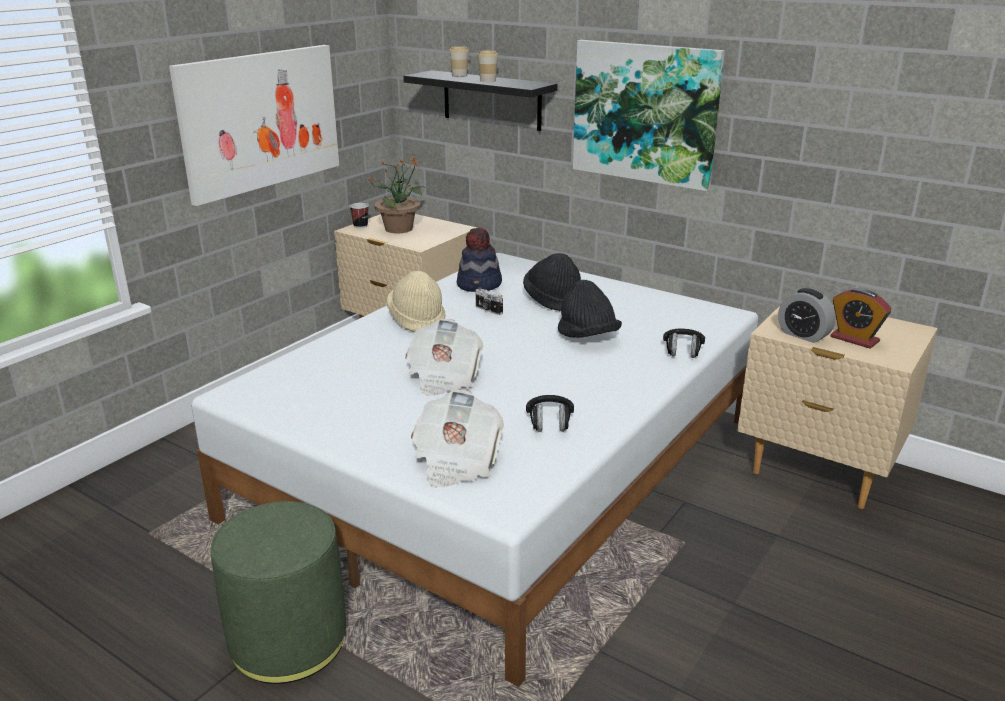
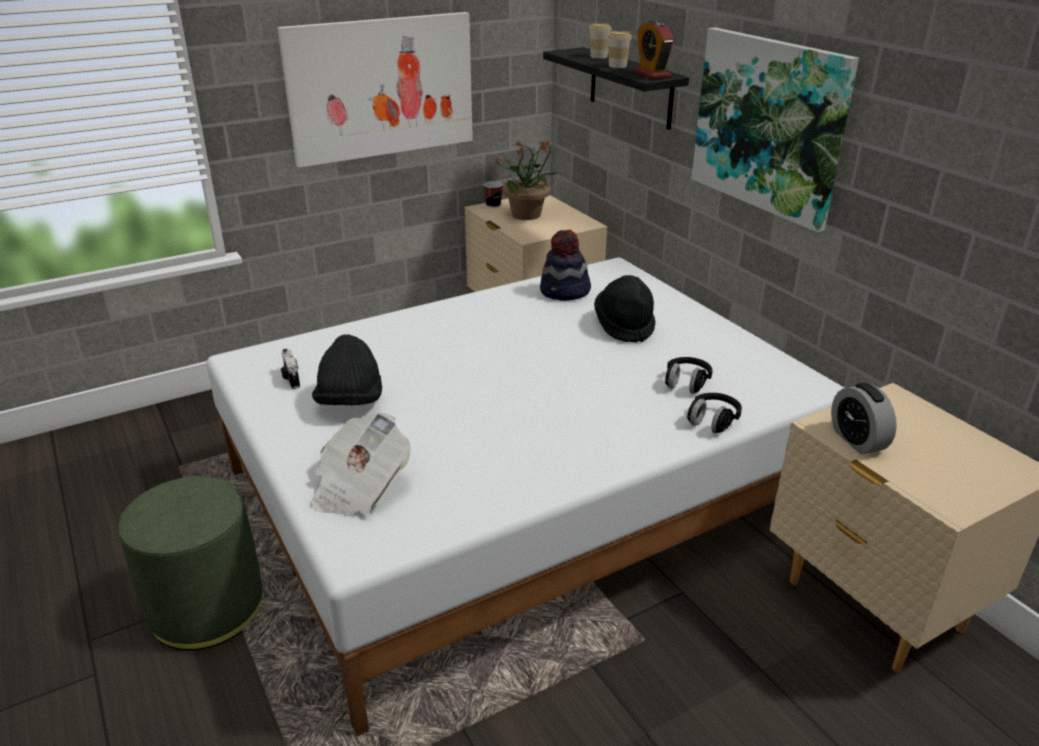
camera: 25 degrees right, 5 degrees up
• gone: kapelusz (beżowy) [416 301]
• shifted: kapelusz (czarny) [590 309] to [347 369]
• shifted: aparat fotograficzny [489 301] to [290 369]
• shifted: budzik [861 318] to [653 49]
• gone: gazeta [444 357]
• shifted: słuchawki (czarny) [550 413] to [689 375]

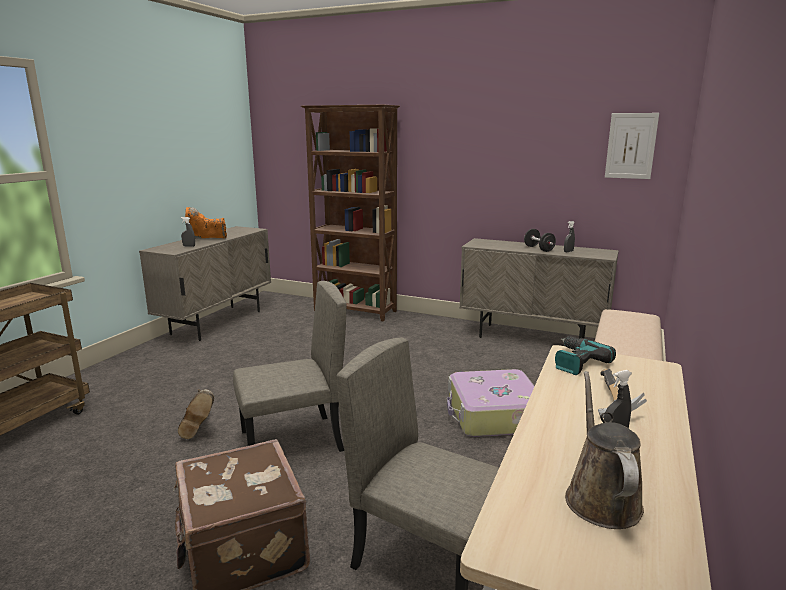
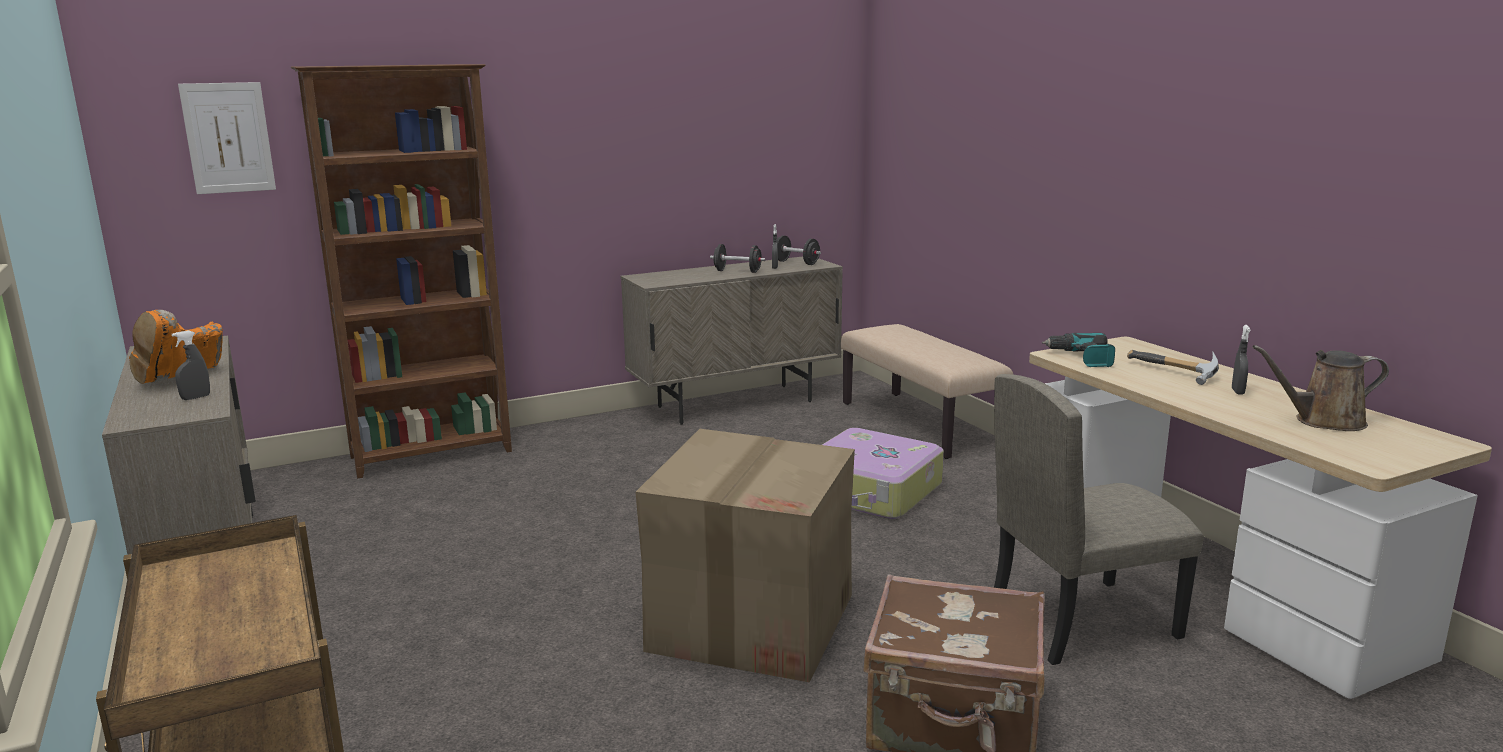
camera: 50 degrees left, 0 degrees up
• shifted: obraz [632 146] to [227 138]
• swapped: krzesło (beżowy) [289 366] to karton [745 556]
• rotated: konewka (brązowy) [604 450] = [1320 388] 45 degrees counterclockwise
• gone: but z cholewką (brązowy) [196 414]
• new: hantel (czarny) [799 250]

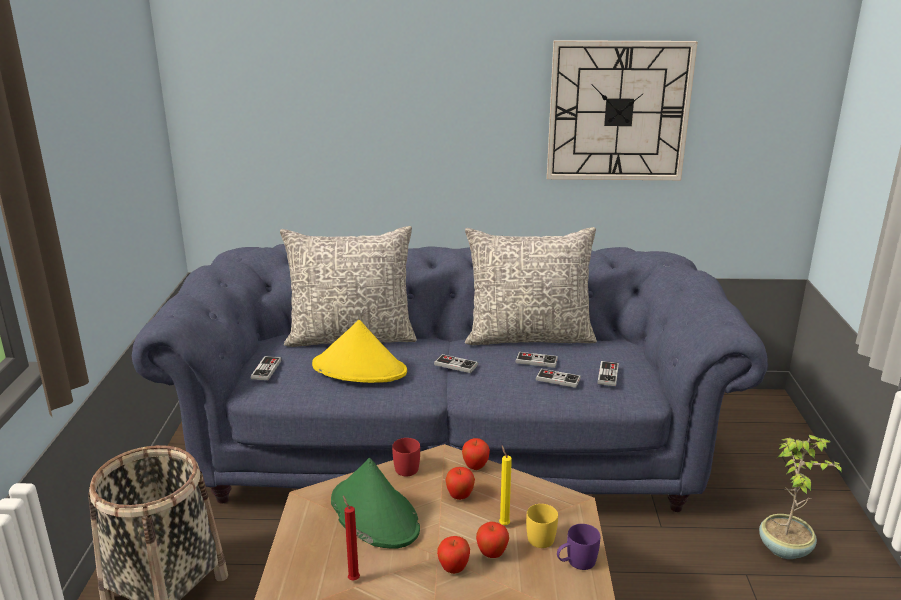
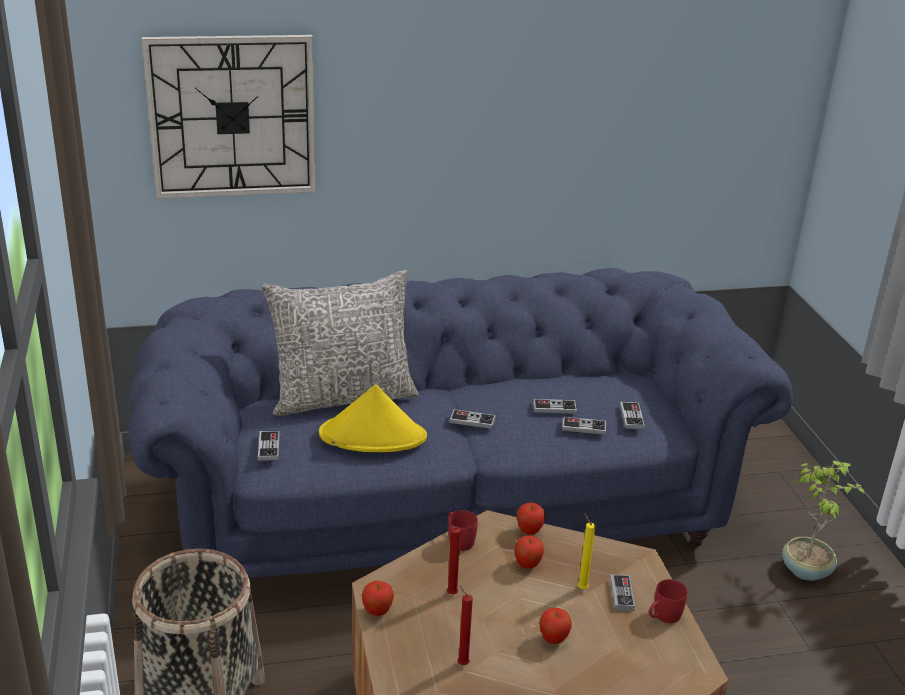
camera: 15 degrees left, 5 degrees up
• shifted: zegar ścienny [622 110] to [228 117]
• gone: poduszka (szary) [531 286]
• swapped: kapelusz (zielony) [375 503] to świeca (czerwony) [453 560]
• swapped: kubek (żółty) [542 526] to pad do gier [622 592]
• shifted: jabłko [492 539] to [378 598]
• repainted: kubek (fioletowy) [578 547] to kubek (czerwony) [668 601]

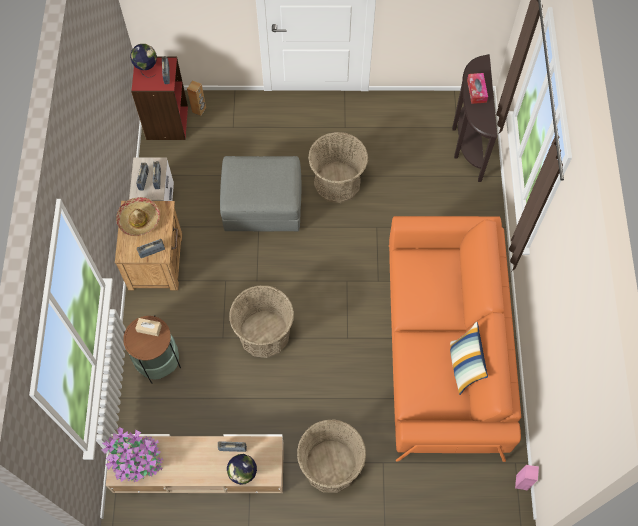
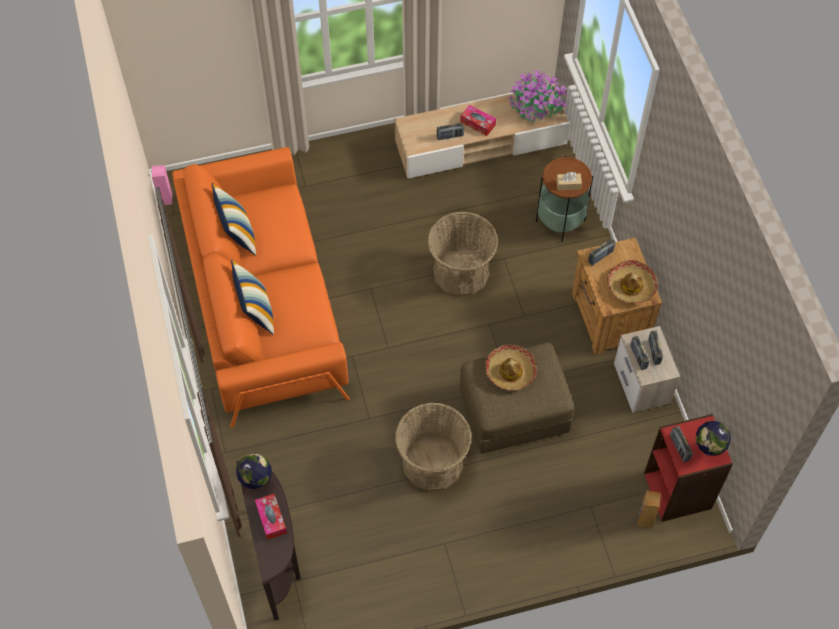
camera: 165 degrees right, 5 degrees down
• repainted: pufa (szary) [260 193] to pufa (brązowy) [517 398]
• gone: koszyk [331 456]
• shifted: globus [242 469] to [254 472]
• new: pudełko chusteczek [478 120]
• new: poduszka [252 297]
• new: kapelusz [511 367]

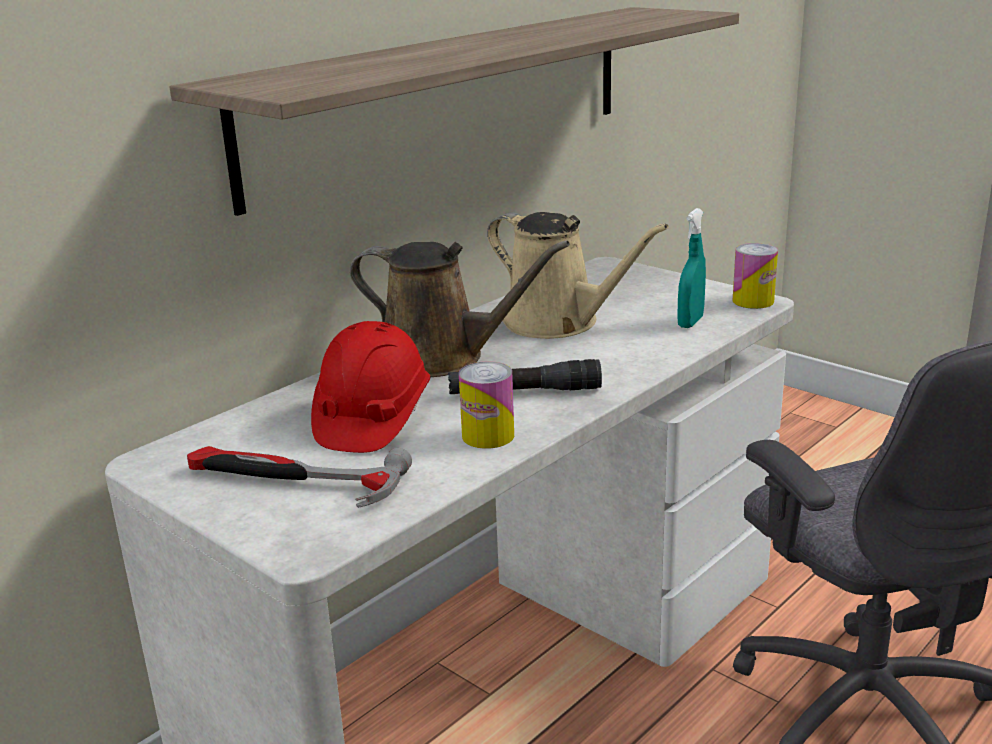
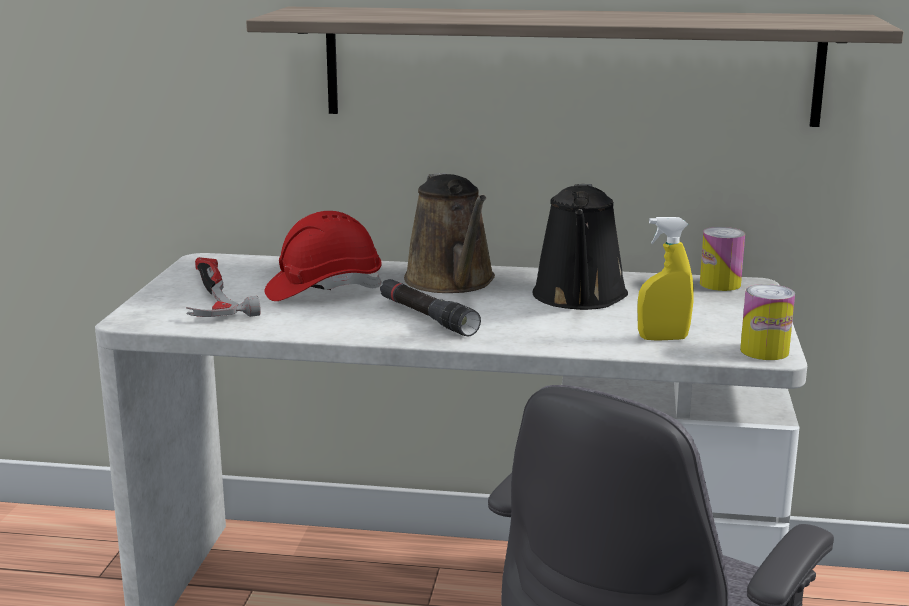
camera: 55 degrees right, 5 degrees down
• repainted: spryskiwacz (turkusowy) [692 268] to spryskiwacz (żółty) [665 279]
• repainted: konewka (beżowy) [578 275] to konewka (czarny) [580 247]
• shifted: puszka [486 405] to [722 259]

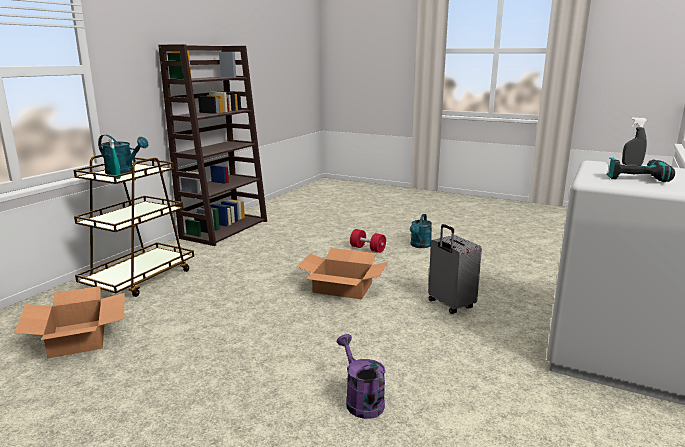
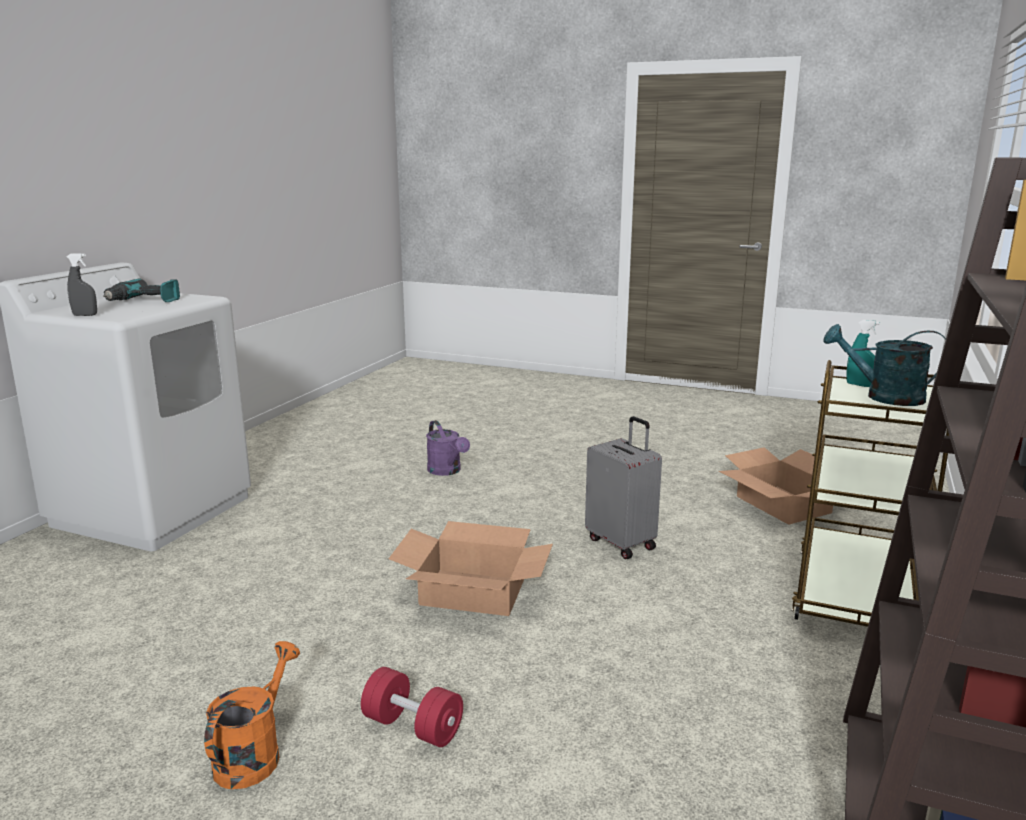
camera: 175 degrees right, 0 degrees up
• repainted: konewka (turkusowy) [421 231] to konewka (pomarańczowy) [252 715]
• shifted: walizka (szary) [455 269] to [623 487]

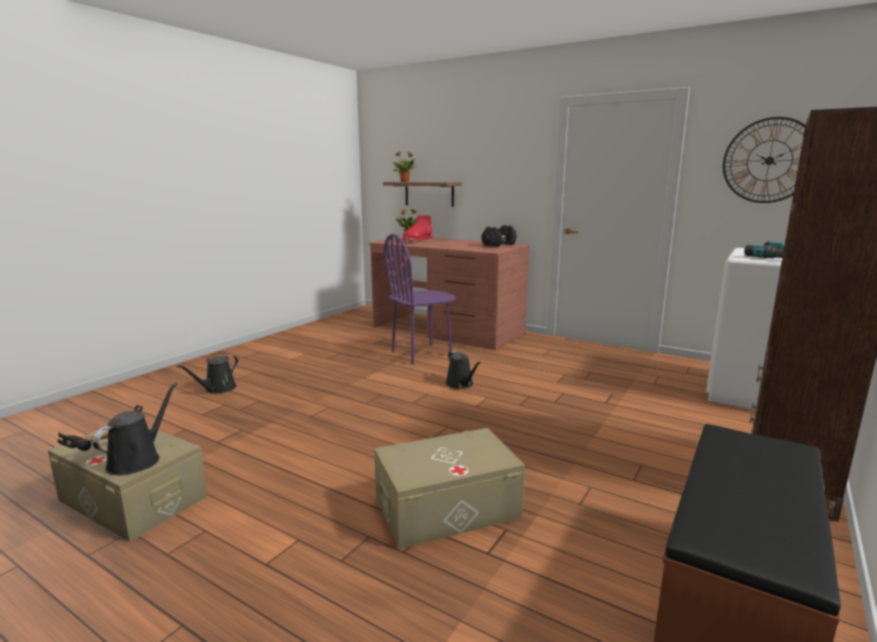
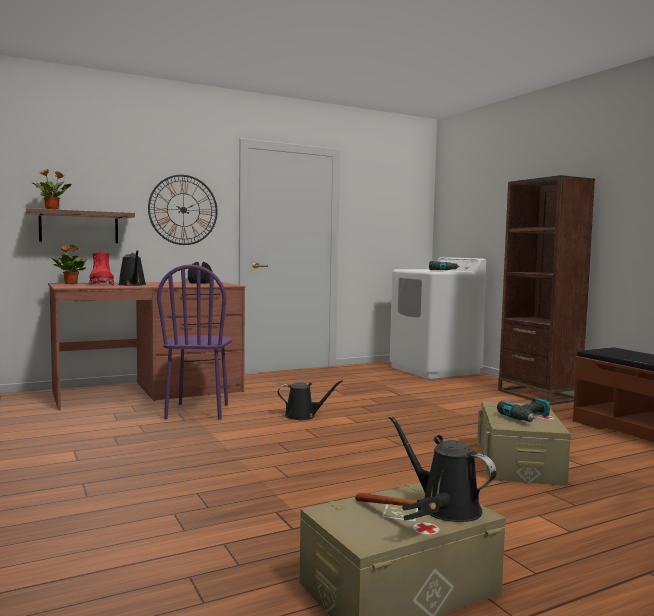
camera: 60 degrees left, 10 degrees down
• shifted: zegar ścienny [764 160] to [183 210]
• shifted: konewka (czarny) [207 374] to [132 268]
• new: wiertarka [523 410]

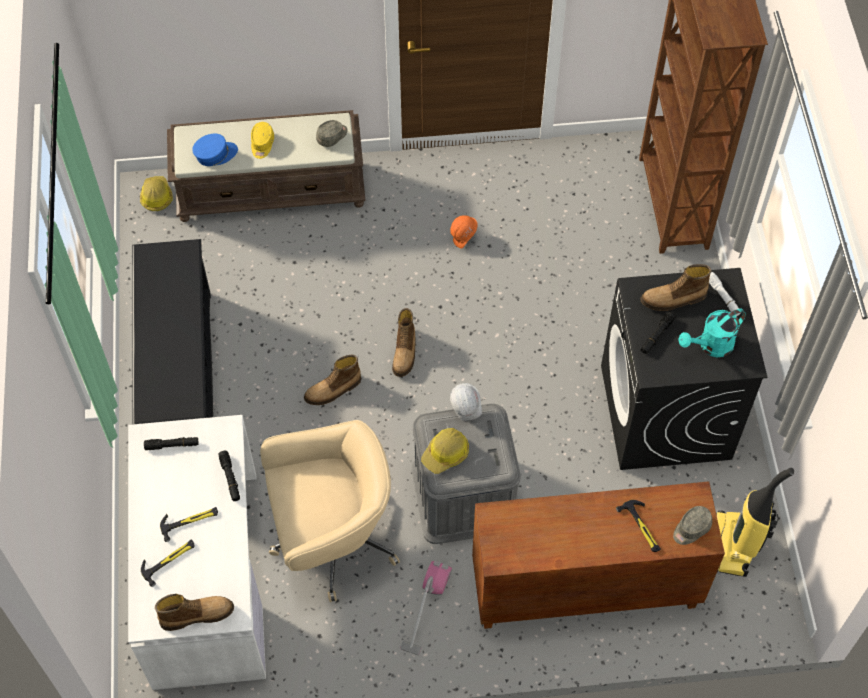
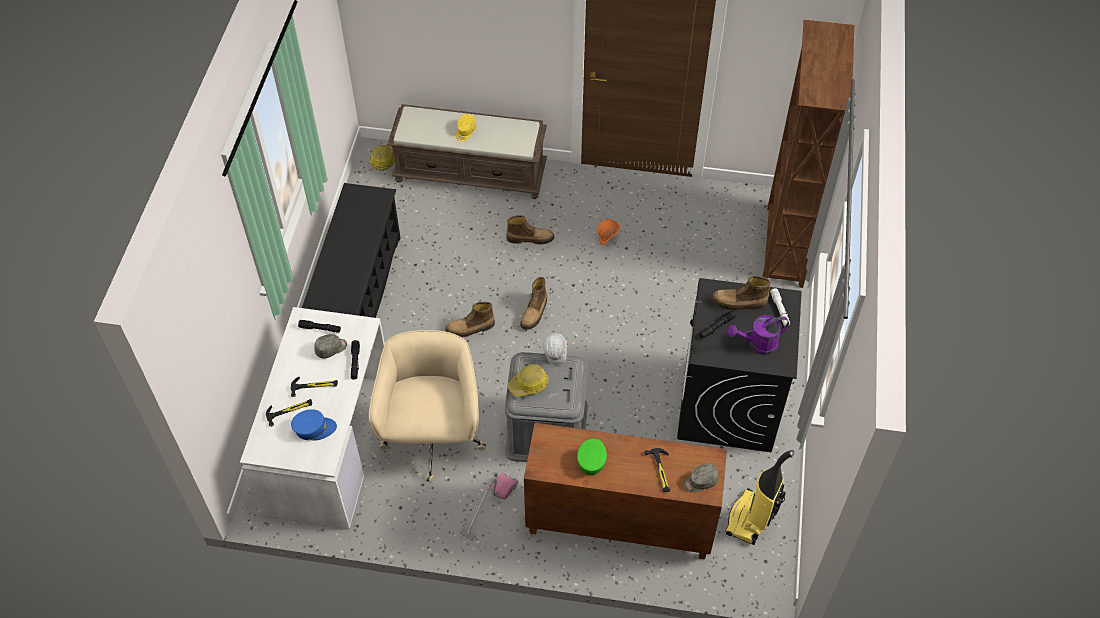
camera: 15 degrees right, 5 degrees down
• shifted: czapka z daszkiem (szary) [331 133] to [330 346]
• shifted: czapka z daszkiem (niebieski) [215 150] to [314 425]
• repainted: konewka (turkusowy) [712 333] to konewka (fioletowy) [758 335]
• rotated: krzesło biurowe (beżowy) [330 511] = [427 406] 90 degrees counterclockwise
• shifted: but z cholewką [194 612] to [530 229]
• new: czapka z daszkiem (zielony) [592 457]

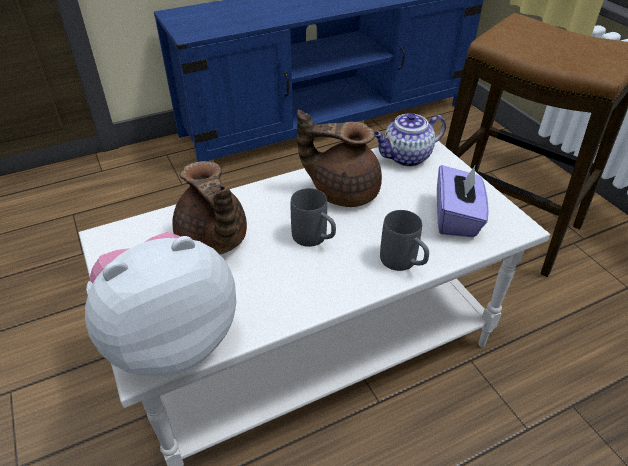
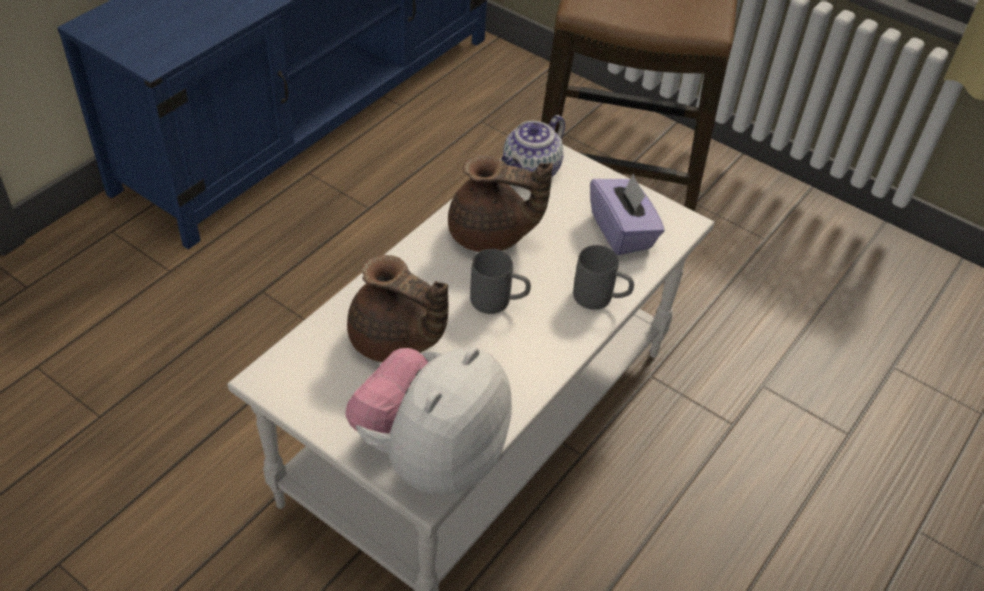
camera: 30 degrees left, 5 degrees up
• rotated: imbryk (brązowy) [339 158] = [500 203] 150 degrees counterclockwise

